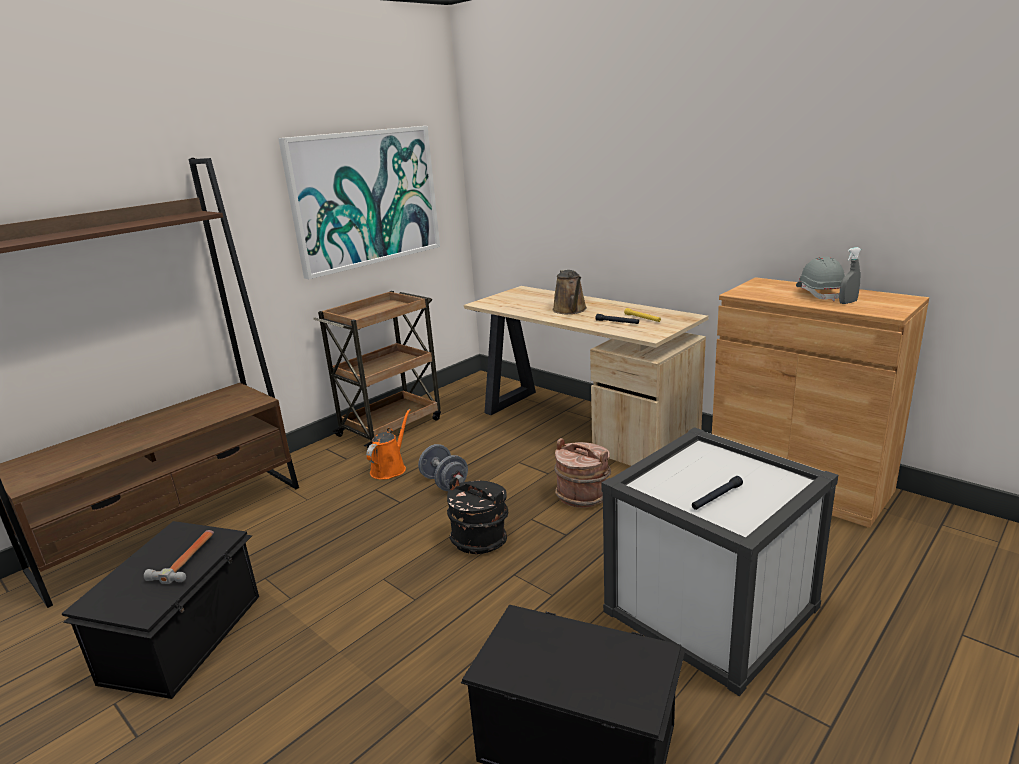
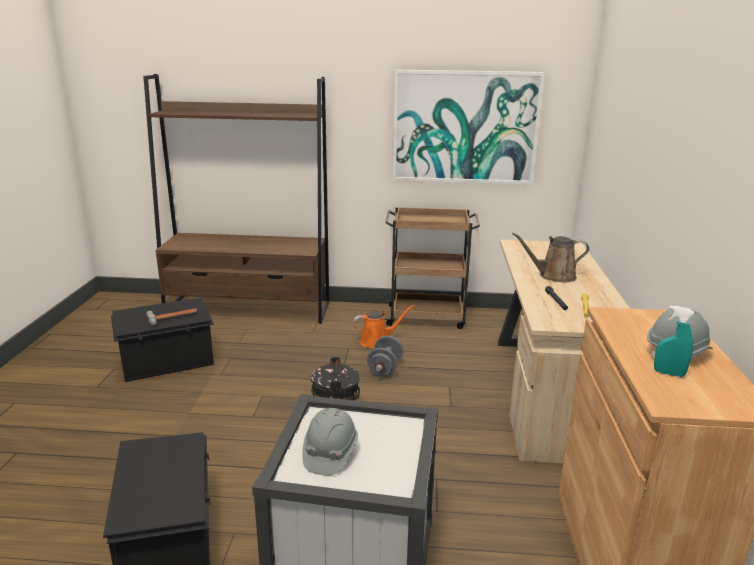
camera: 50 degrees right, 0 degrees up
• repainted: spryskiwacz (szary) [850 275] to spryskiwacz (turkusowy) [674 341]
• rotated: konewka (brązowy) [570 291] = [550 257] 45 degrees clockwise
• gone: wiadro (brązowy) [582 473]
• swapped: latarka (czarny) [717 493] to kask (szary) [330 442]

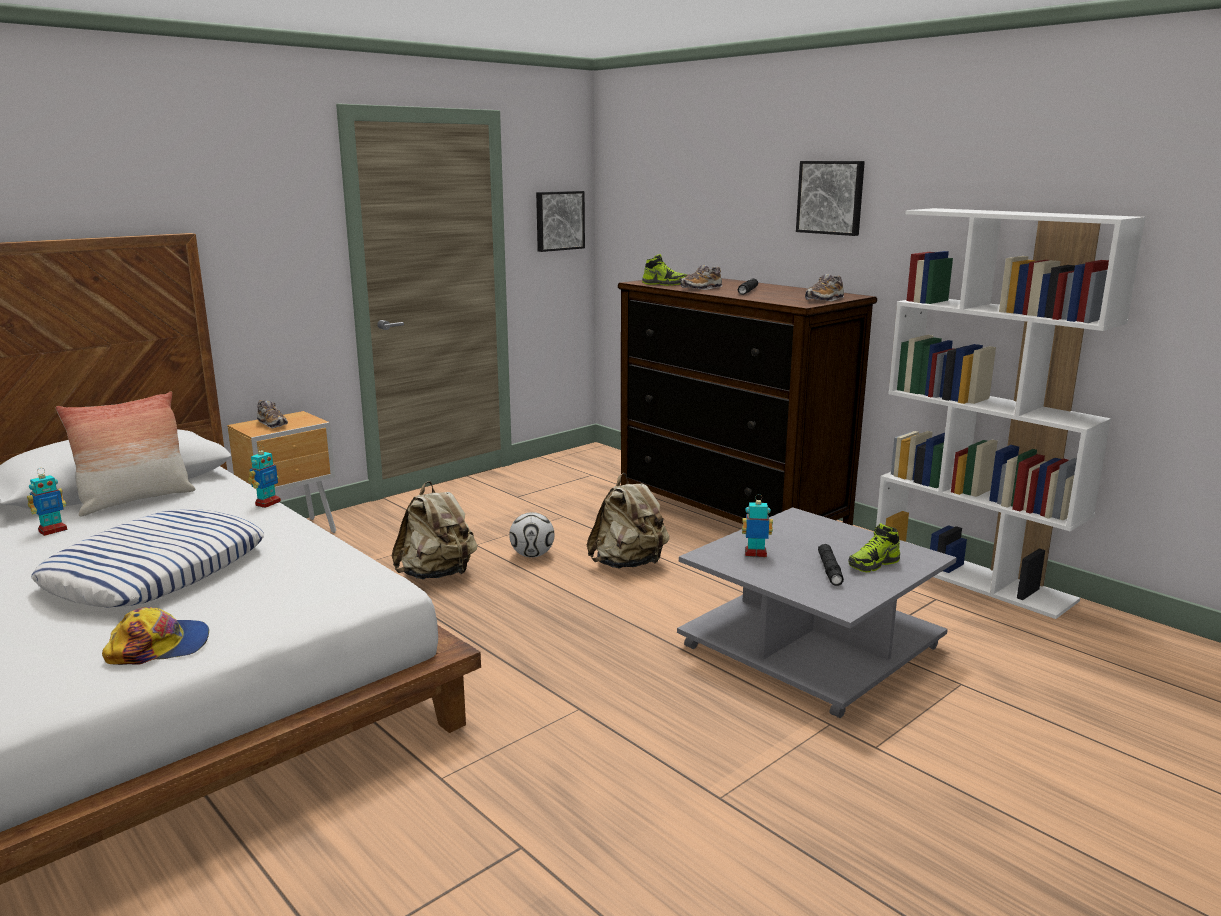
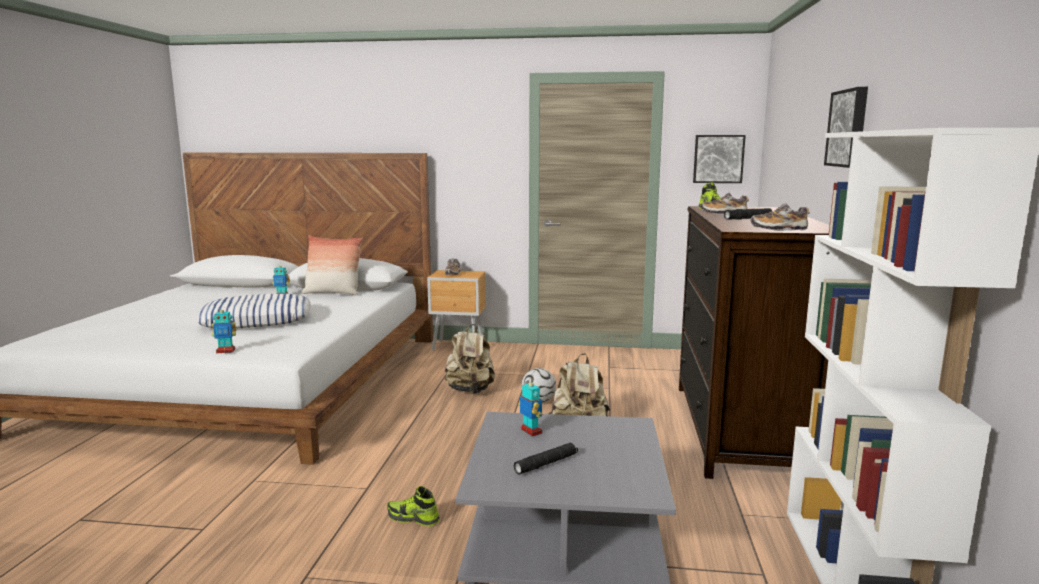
camera: 50 degrees right, 5 degrees down
• shifted: robot zabawkowy [264 476] to [224 329]
• shifted: but [874 547] to [413 506]
• gone: czapka z daszkiem [155 636]

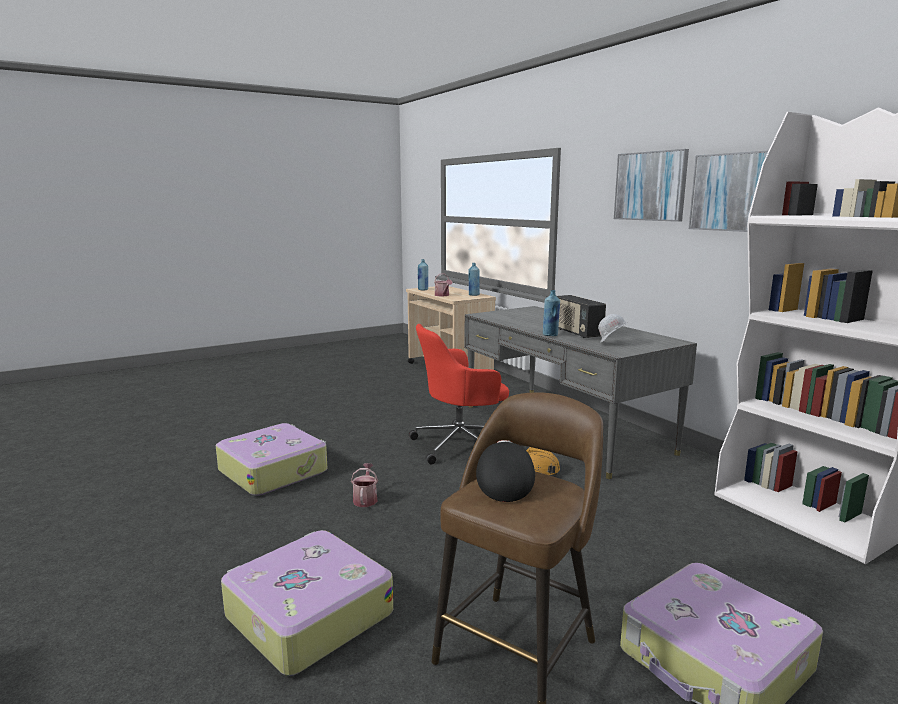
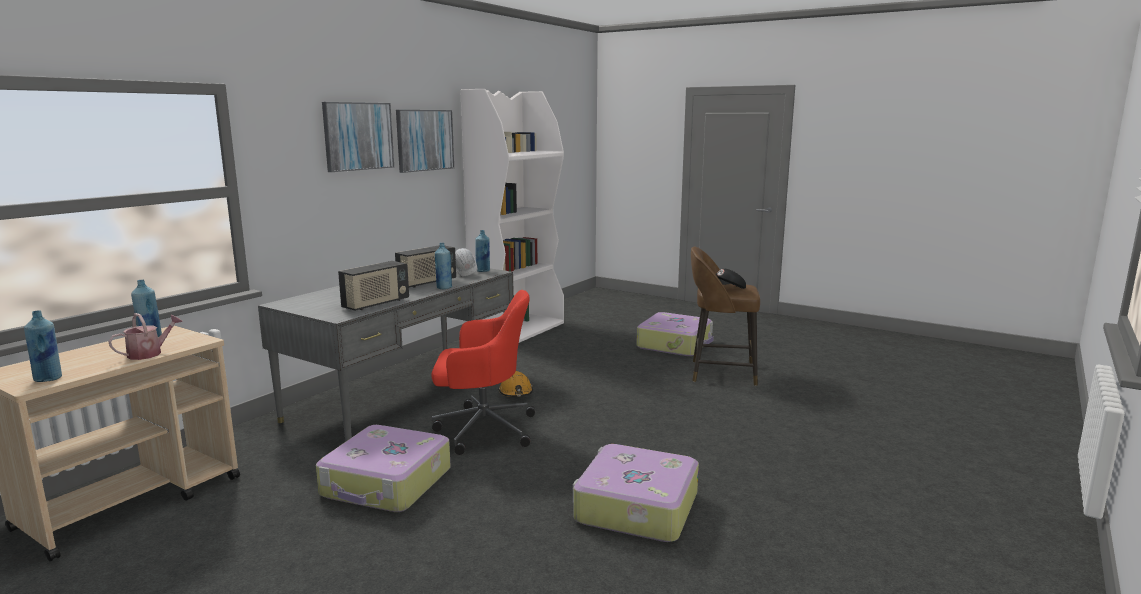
camera: 115 degrees left, 0 degrees up
• rotated: krzesło biurowe (czerwony) [459 394] = [483 372] 45 degrees counterclockwise
• gone: konewka [364 485]
• shifted: walizka [307 603] to [383 468]
• new: butelka (niebieski) [482 251]
• new: radio [373 286]

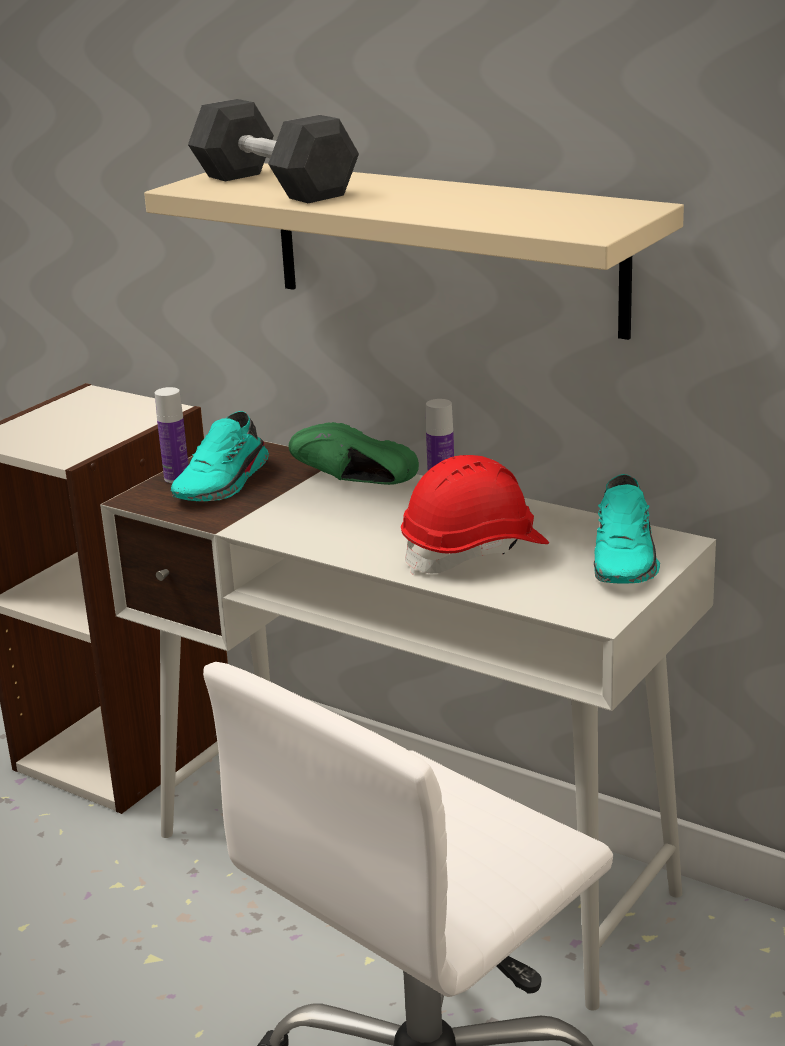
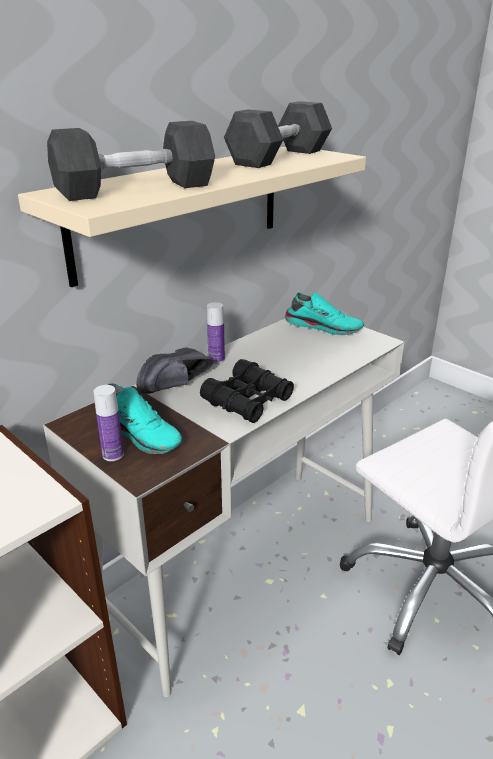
camera: 80 degrees left, 5 degrees up
• repainted: but (zielony) [354 453] to but (czarny) [175 370]
• gone: kask (czerwony) [475 515]
• new: hantel (szary) [278 134]
• new: lornetka (czarny) [247 391]

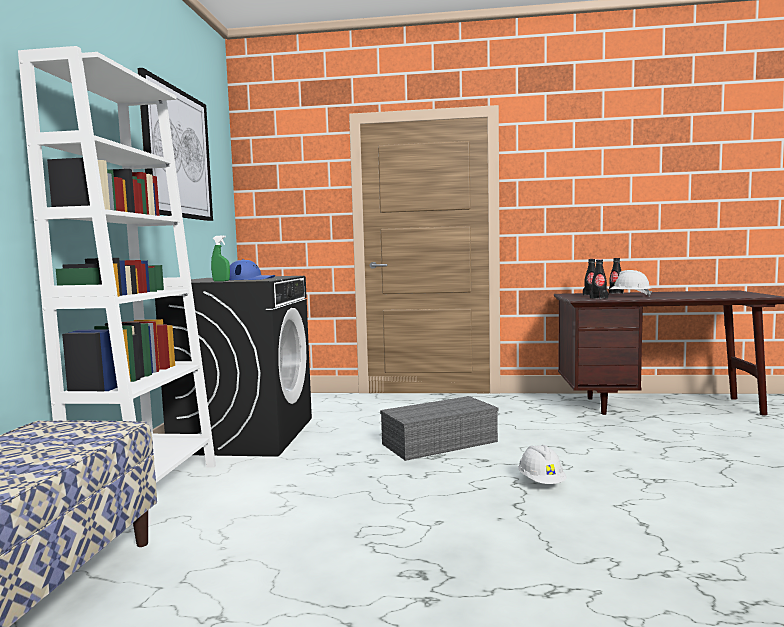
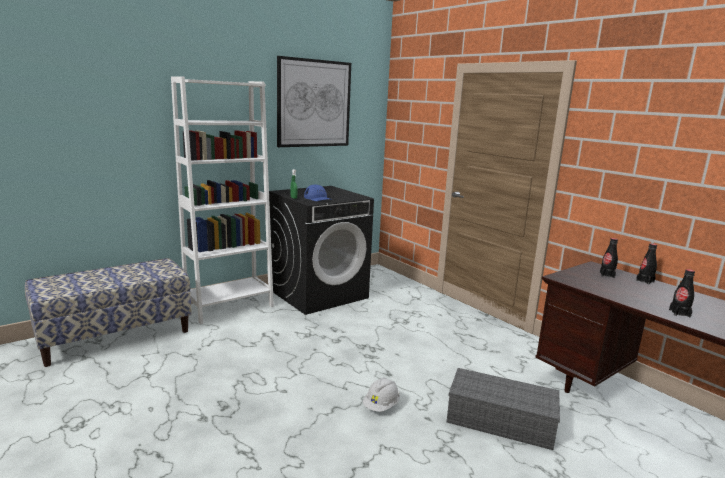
camera: 45 degrees right, 10 degrees up
• shifted: butelka (czarny) [599 279] to [682 293]
• gone: kask (biały) [631 283]
• shifted: pojemnik do przechowywania (szary) [439 428] to [503 409]

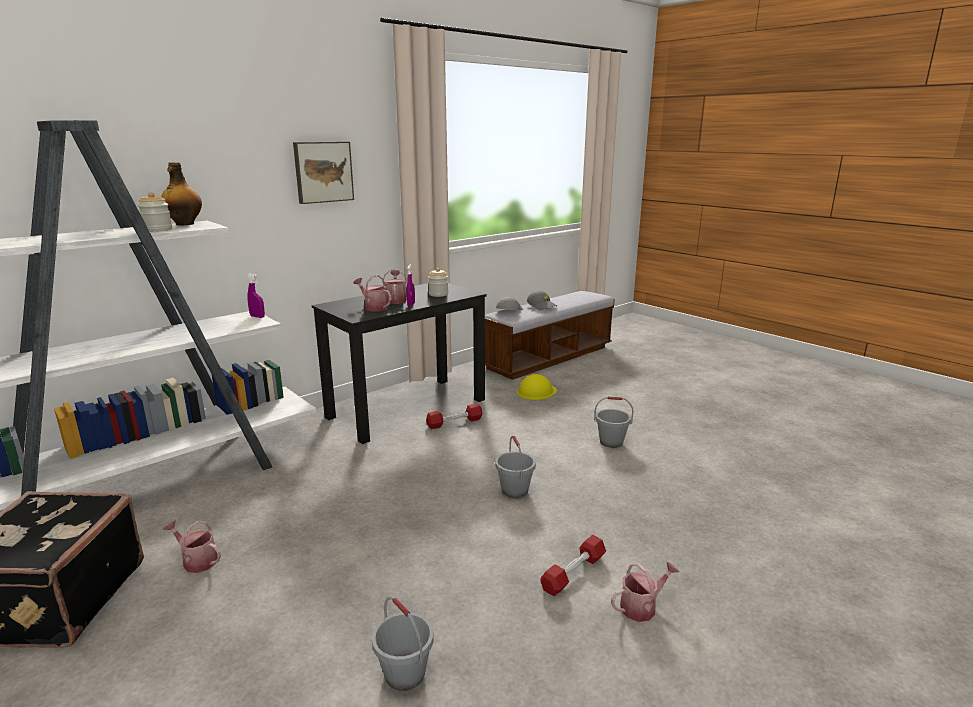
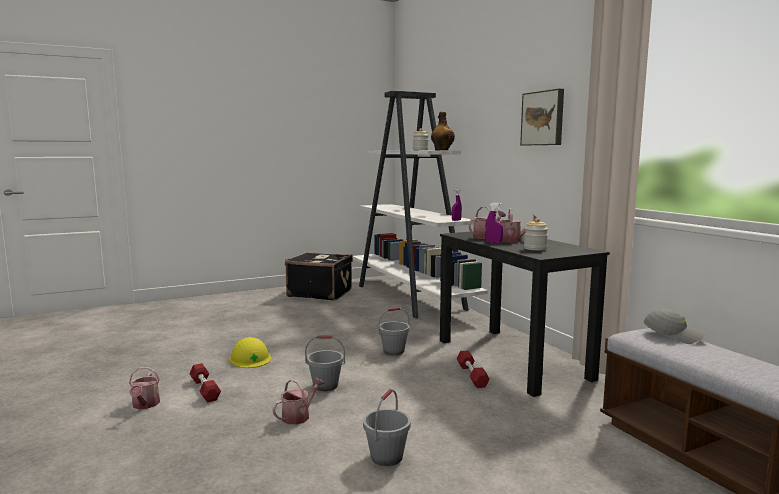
camera: 105 degrees right, 10 degrees down
• gone: czapka z daszkiem (szary) [542 300]
• shifted: kask (żółty) [537 387] to [250 352]
• shifted: konewka [192 546] to [298 401]
• shifted: wiadro (szary) [403 644] to [394 331]

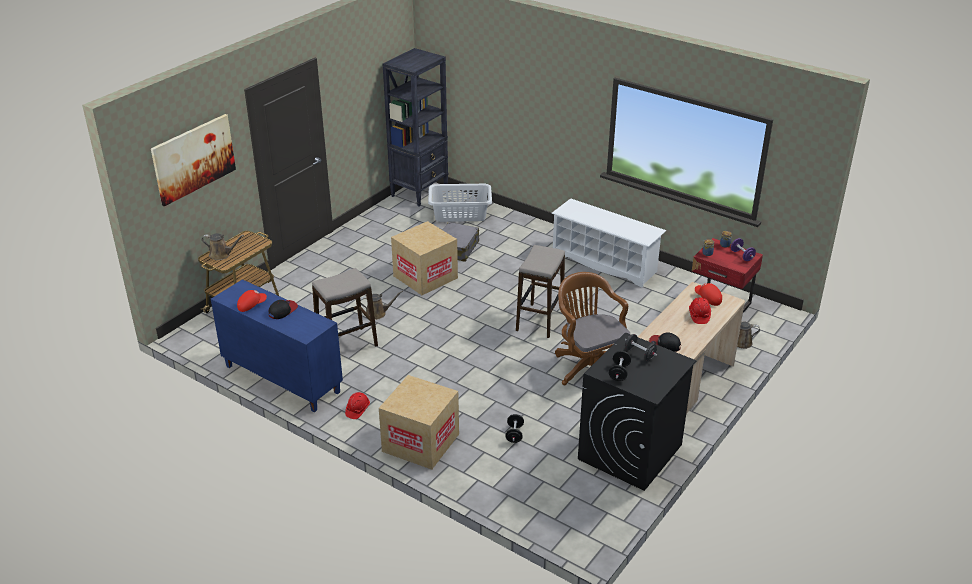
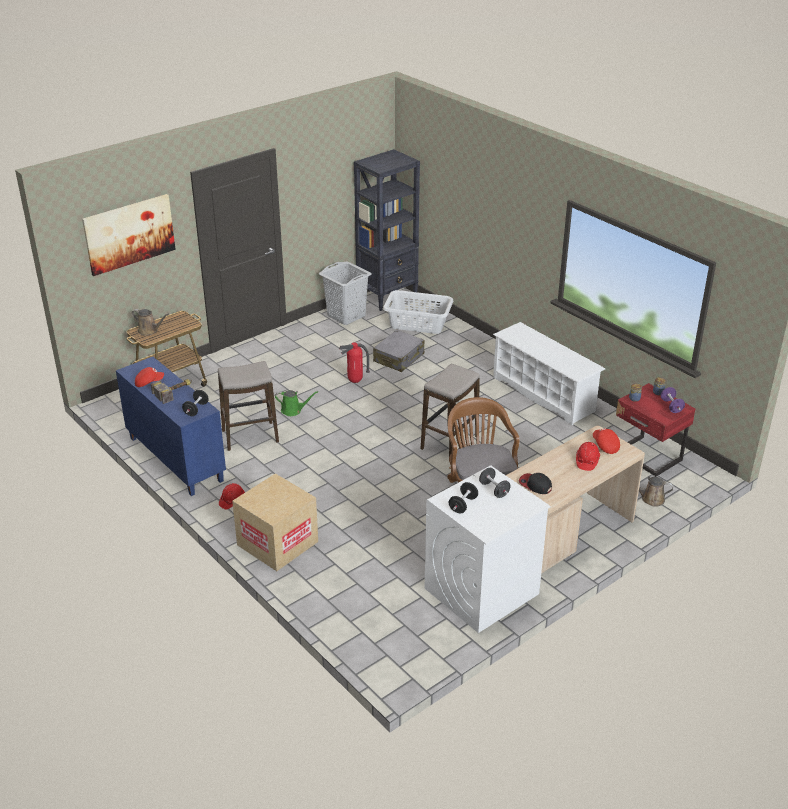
camera: 15 degrees right, 0 degrees up
• swapped: karton [424 258] to gaśnica [354 362]
• repainted: konewka (brązowy) [381 305] to konewka (zielony) [296 403]
• swapped: czapka z daszkiem [283 309] to młotek [171 391]
• repainted: pralka (czarny) [637 412] to pralka (biały) [488 549]
• shifted: hantel (czarny) [515 428] to [195 403]
• new: kosz na pranie (szary) [345 293]

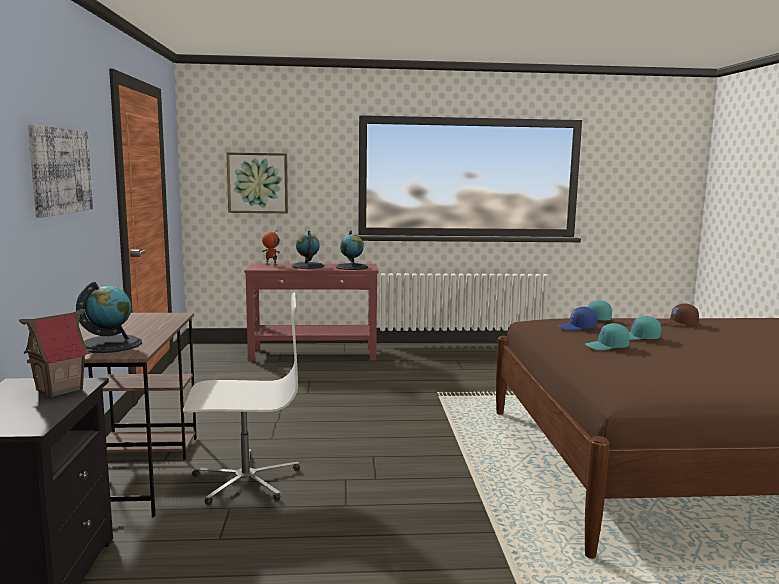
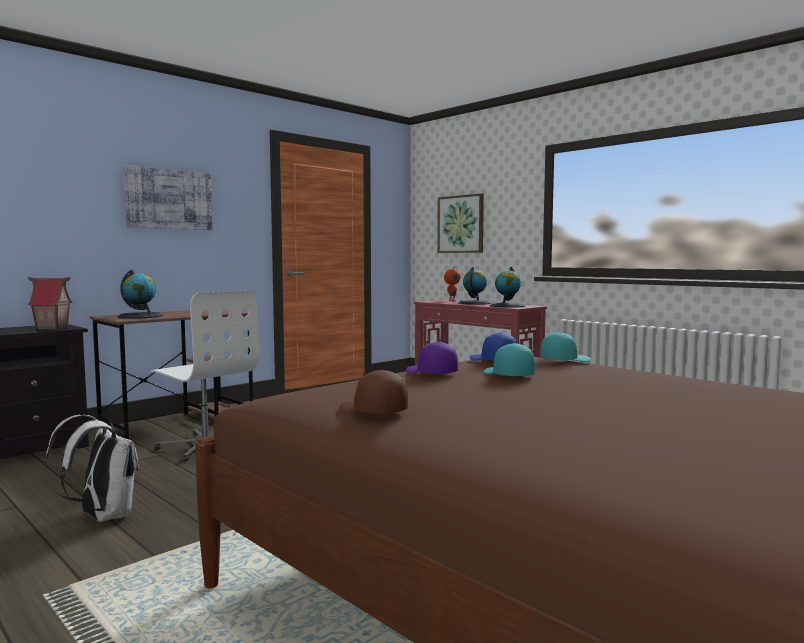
camera: 50 degrees right, 5 degrees down
• shifted: czapka z daszkiem (brązowy) [679 315] to [373 392]
• repainted: czapka z daszkiem (turkusowy) [607 336] to czapka z daszkiem (fioletowy) [432 358]
• new: plecak (biały) [91 468]

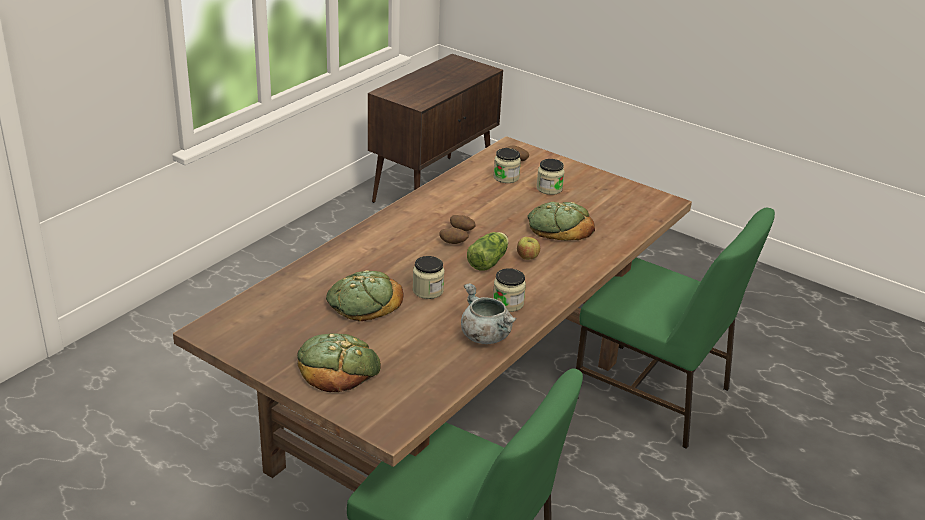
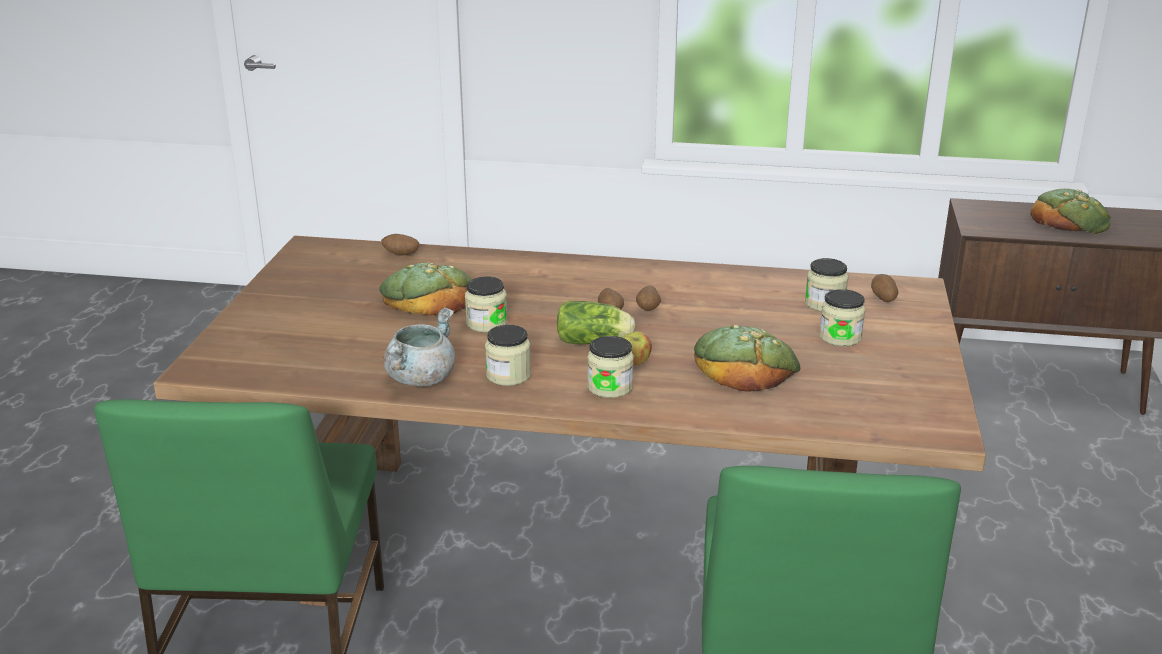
camera: 65 degrees right, 5 degrees down
• shifted: chleb [339 362] to [1070 211]
• new: ziemniak [400 245]
• new: słoik [610 367]

